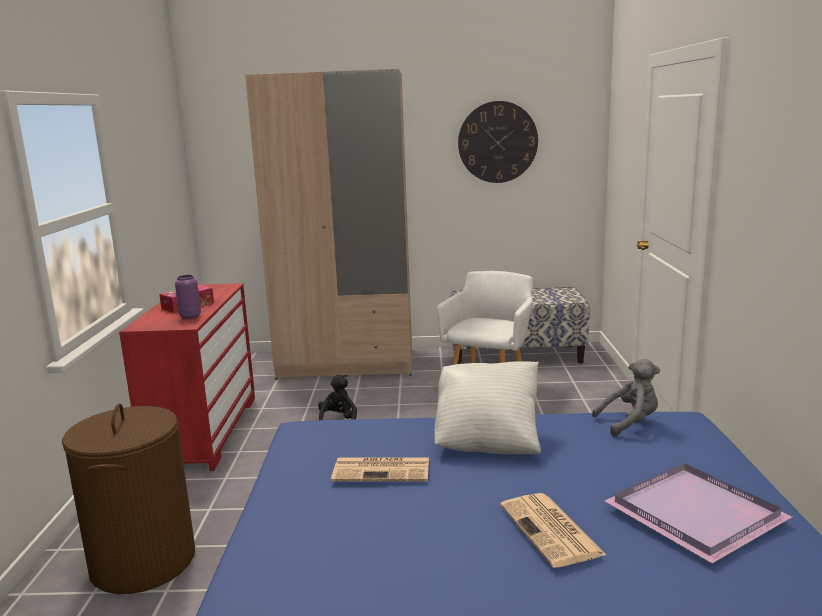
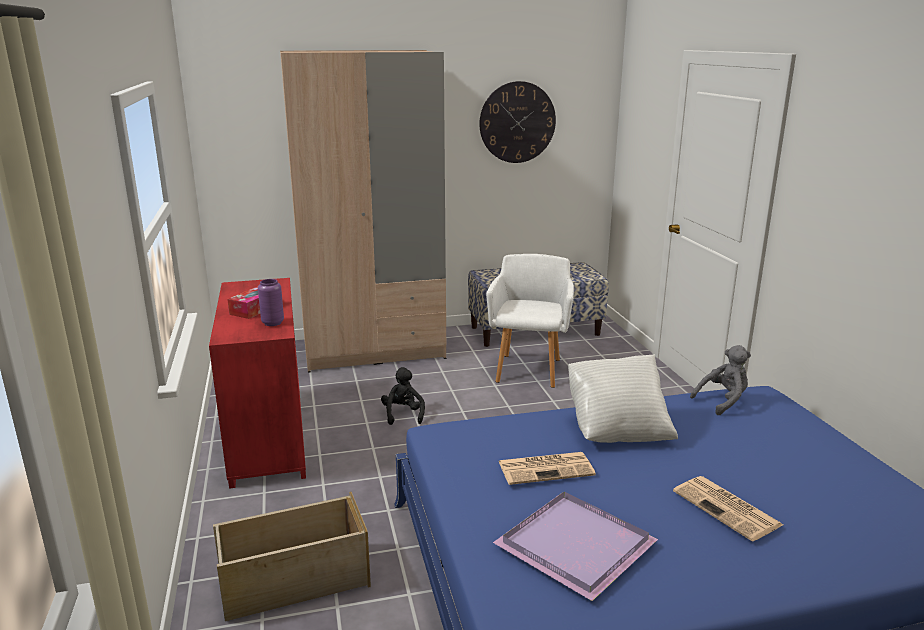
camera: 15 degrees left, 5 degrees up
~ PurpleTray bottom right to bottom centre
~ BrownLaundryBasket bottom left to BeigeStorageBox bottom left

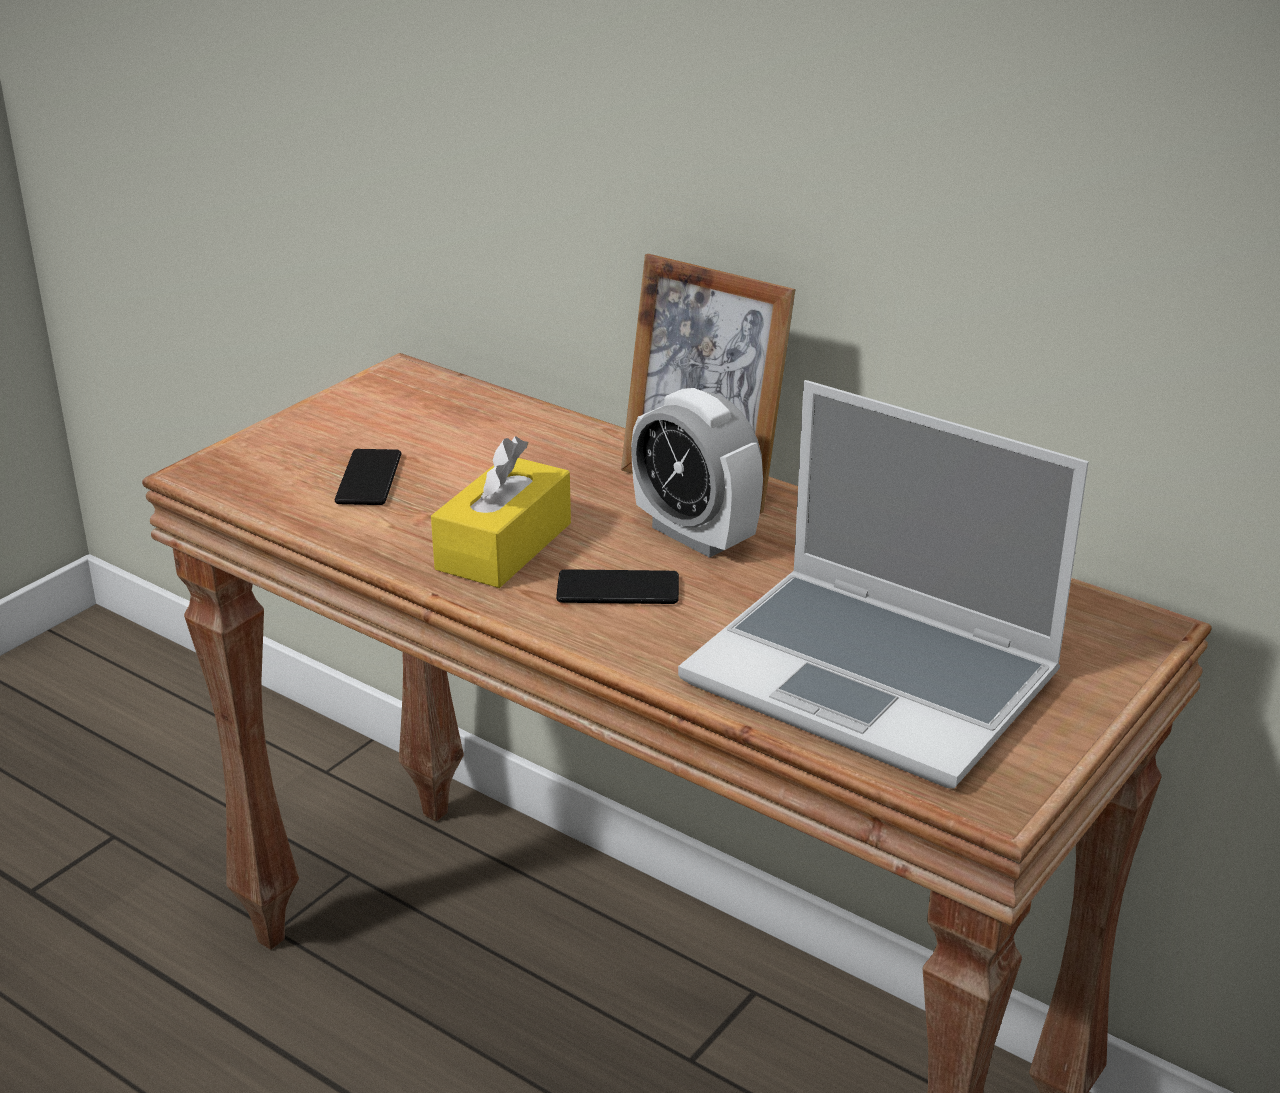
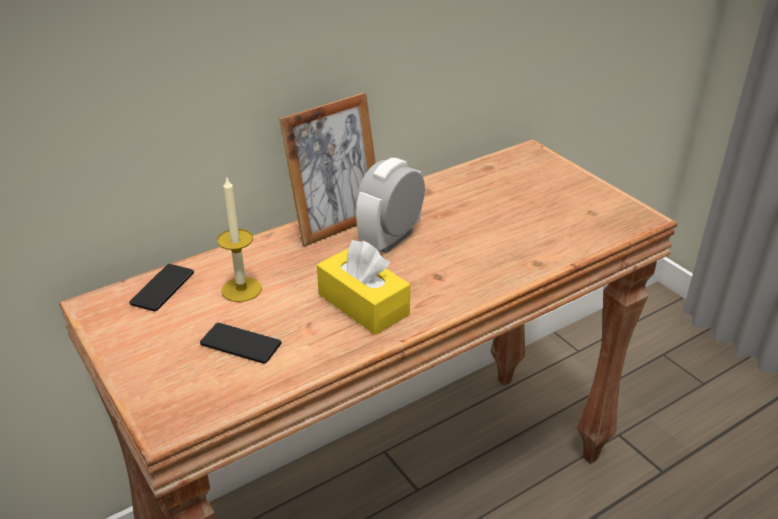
camera: 70 degrees left, 5 degrees up
- Laptop middle right
+ Candle middle left
~ Phone (no. 2 from left in the first image) centre to Phone (no. 1 from left) middle left
~ AlarmClock centre = centre 150 degrees clockwise

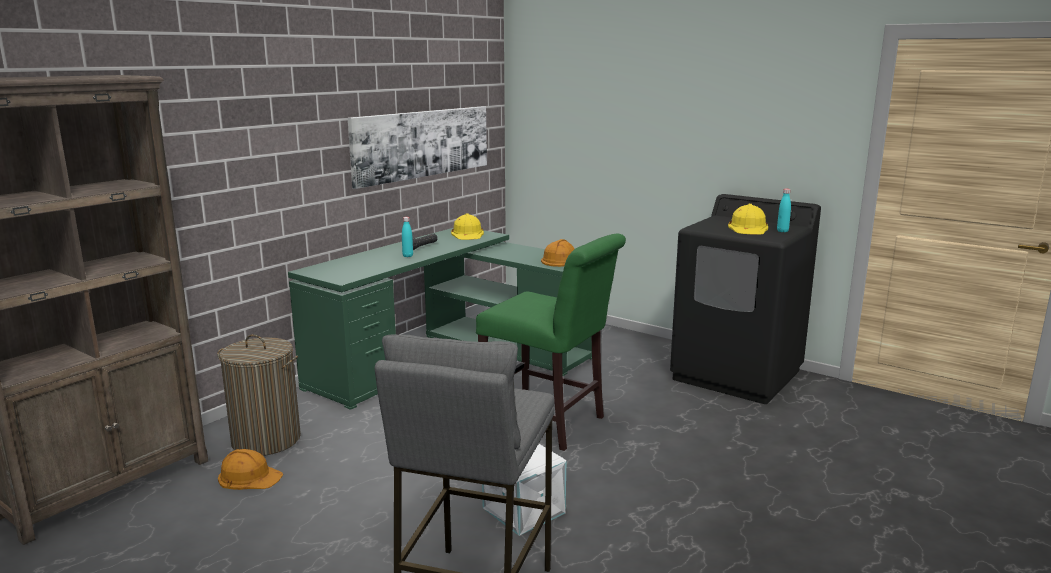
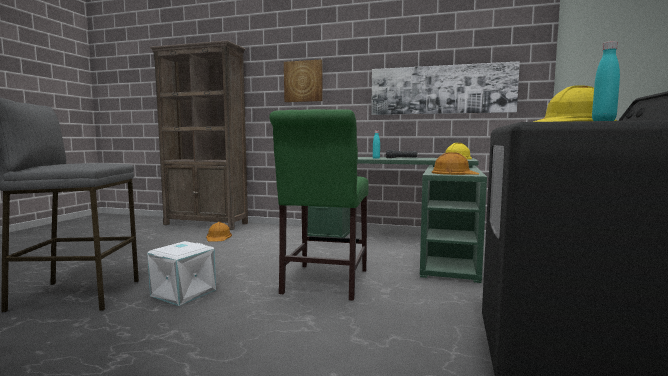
camera: 70 degrees right, 10 degrees down
- LaundryBasket bottom left
+ Picture (no. 1 from left) top centre

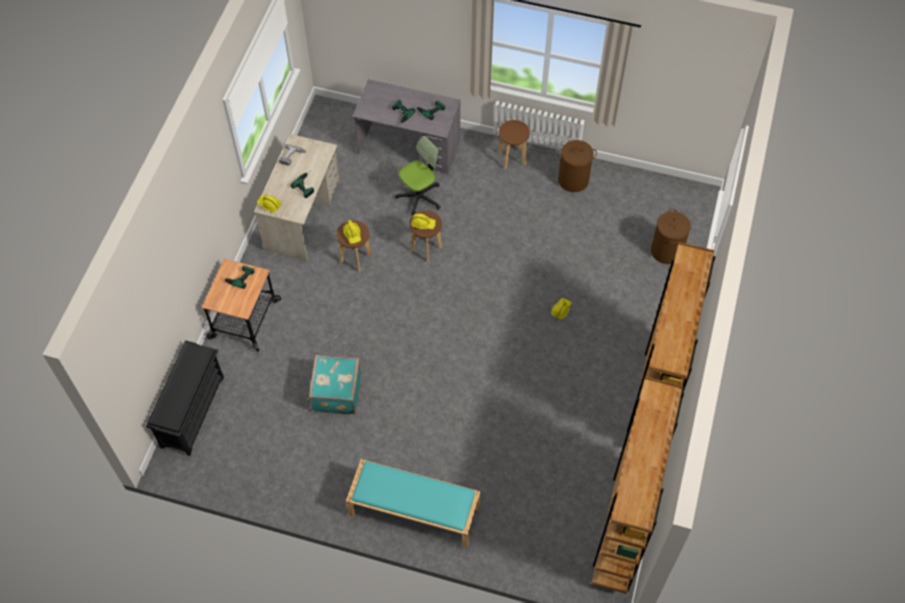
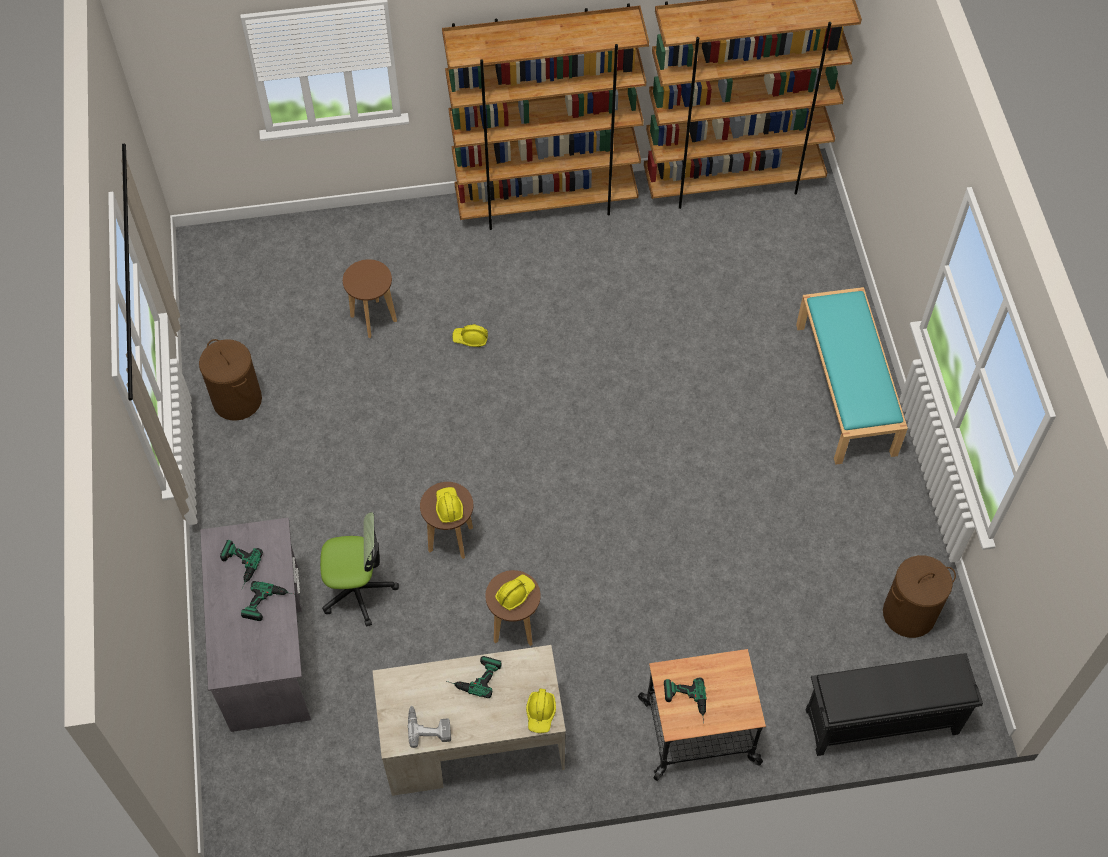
camera: 115 degrees left, 0 degrees up
- TurquoiseSuitcase centre
~ BrownStool (no. 3 from left in the first image) top centre to BrownStool (no. 1 from left) centre
~ BrownLaundryBasket (no. 2 from left) middle right to bottom right
~ OfficeChair top centre = middle left 150 degrees clockwise

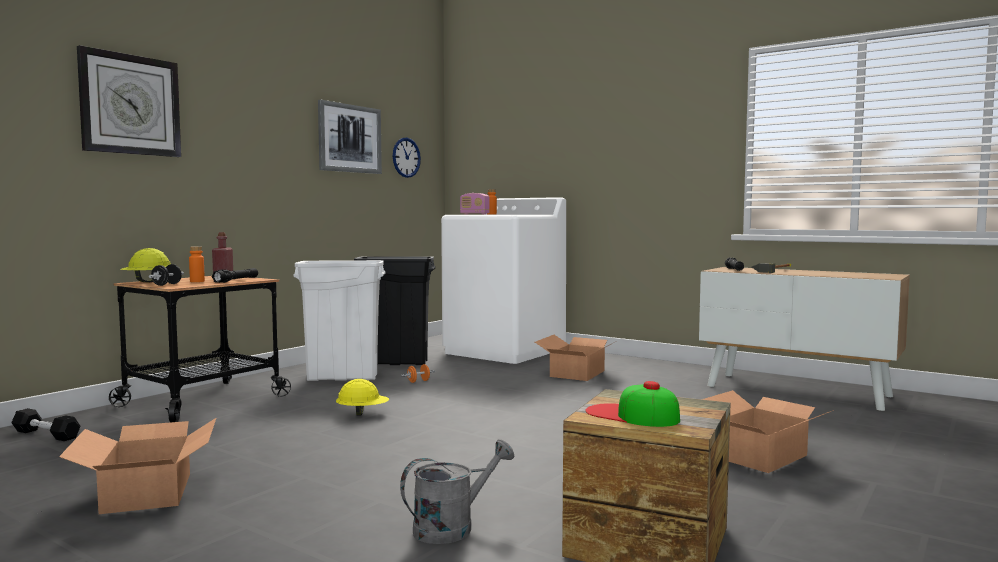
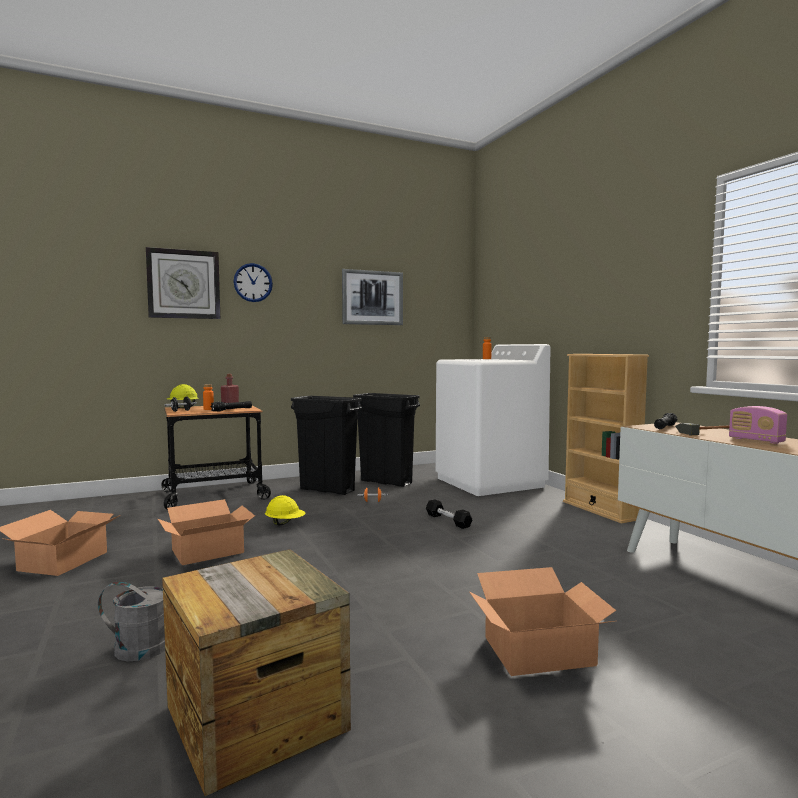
camera: 30 degrees right, 0 degrees up
- Cap bottom centre
+ BeigeBookcase middle right
~ BlackDumbbell (no. 1 from left in the first image) bottom left to BlackDumbbell (no. 2 from left) centre
~ WallClock (no. 2 from left) top centre to middle left
~ Radio centre to middle right
~ CardboardBox (no. 2 from left) centre to bottom left
~ WhiteTrashCan centre to BlackTrashCan (no. 1 from left) centre

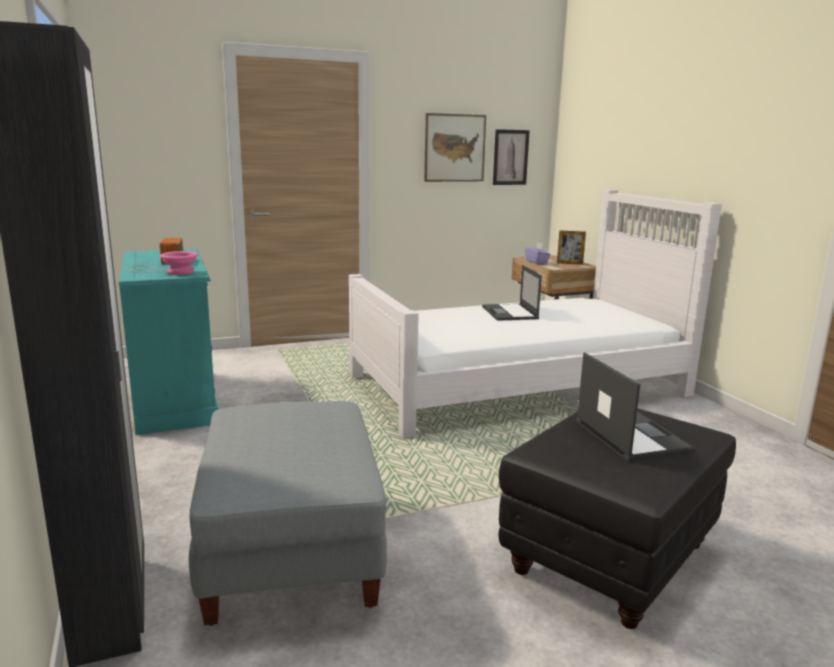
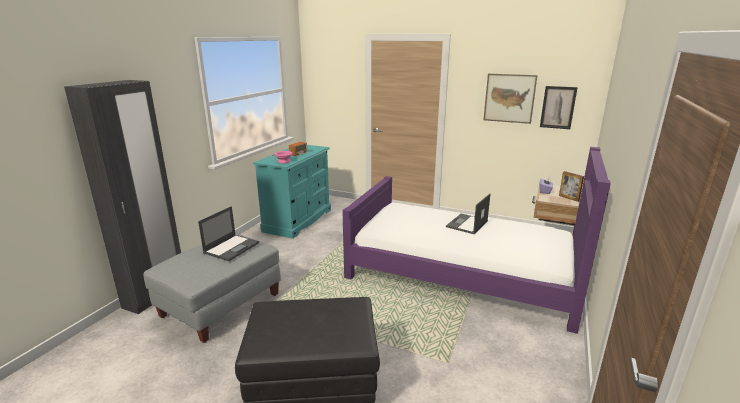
camera: 45 degrees right, 5 degrees up
~ Laptop (no. 2 from left in the first image) middle right to Laptop (no. 1 from left) middle left
~ WhiteBed centre to PurpleBed centre

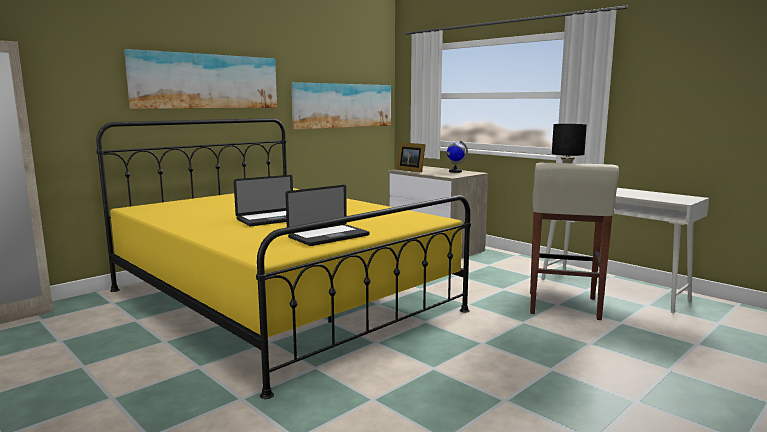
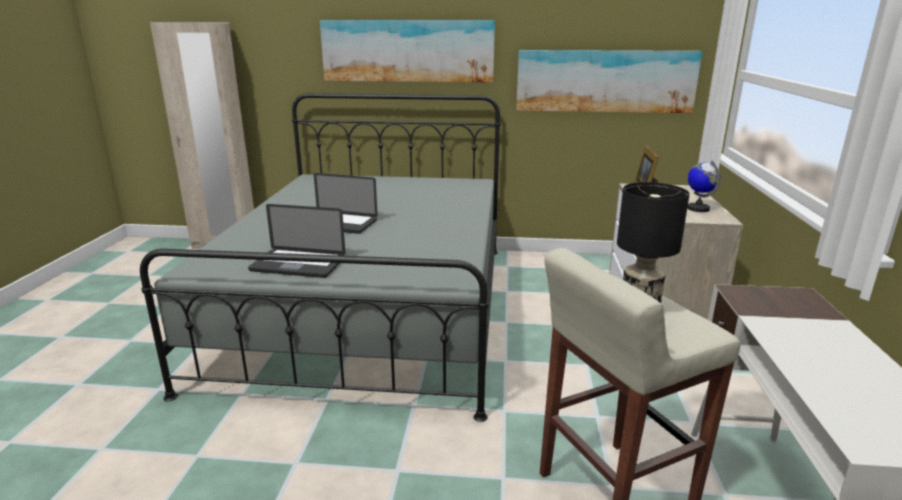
camera: 50 degrees right, 10 degrees up
~ YellowBed centre to GreyBed centre

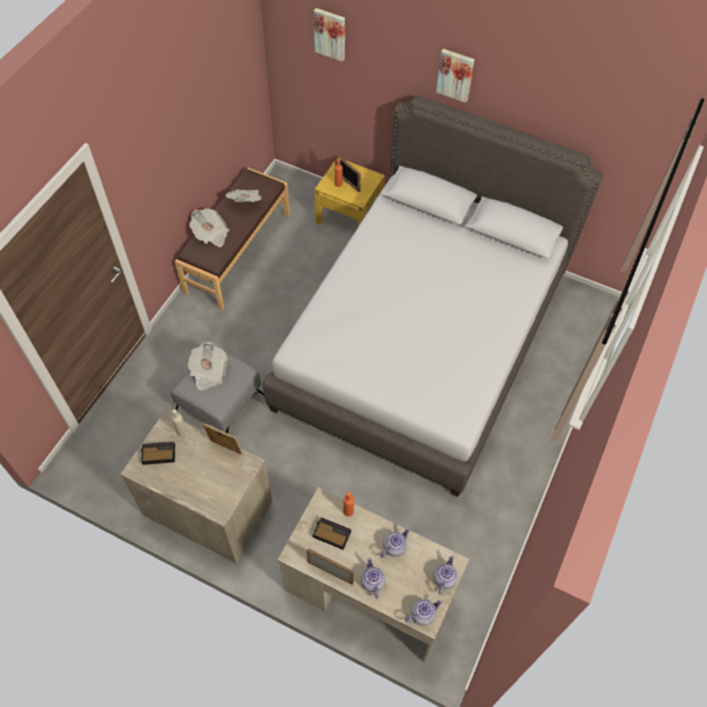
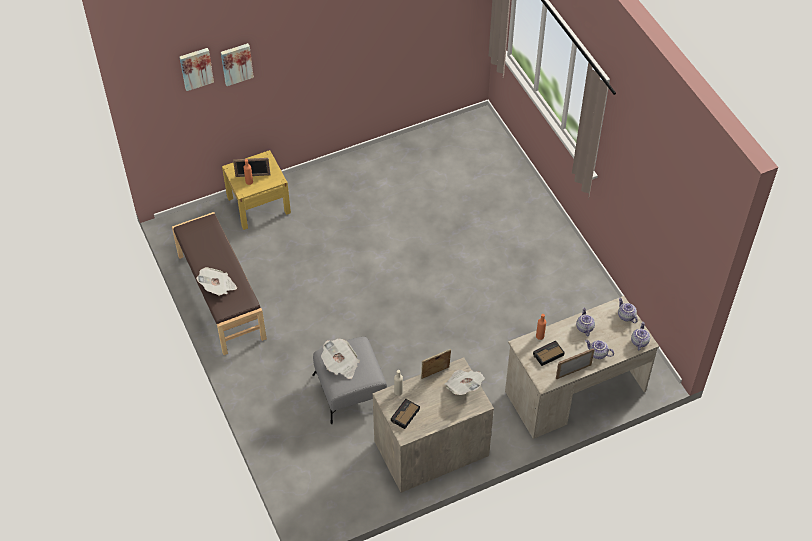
camera: 50 degrees left, 5 degrees down
- GreyBed centre
~ Newspaper (no. 3 from left) top centre to bottom centre
~ Picture (no. 2 from left) top centre to top left

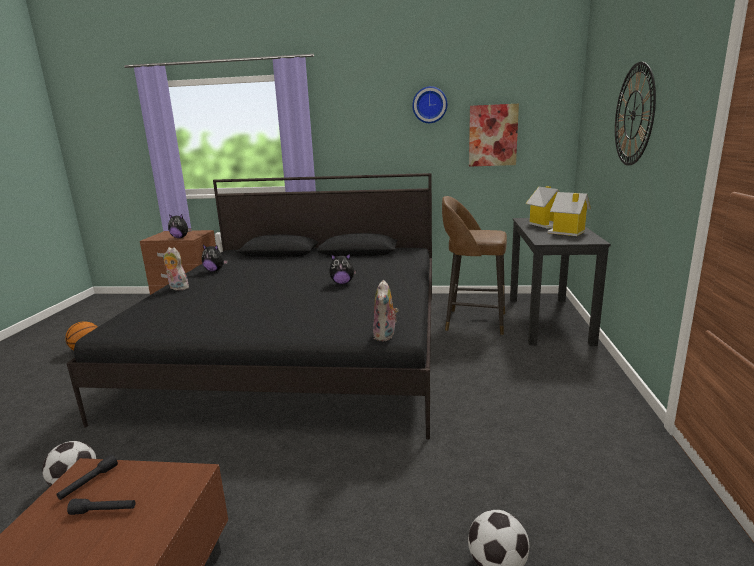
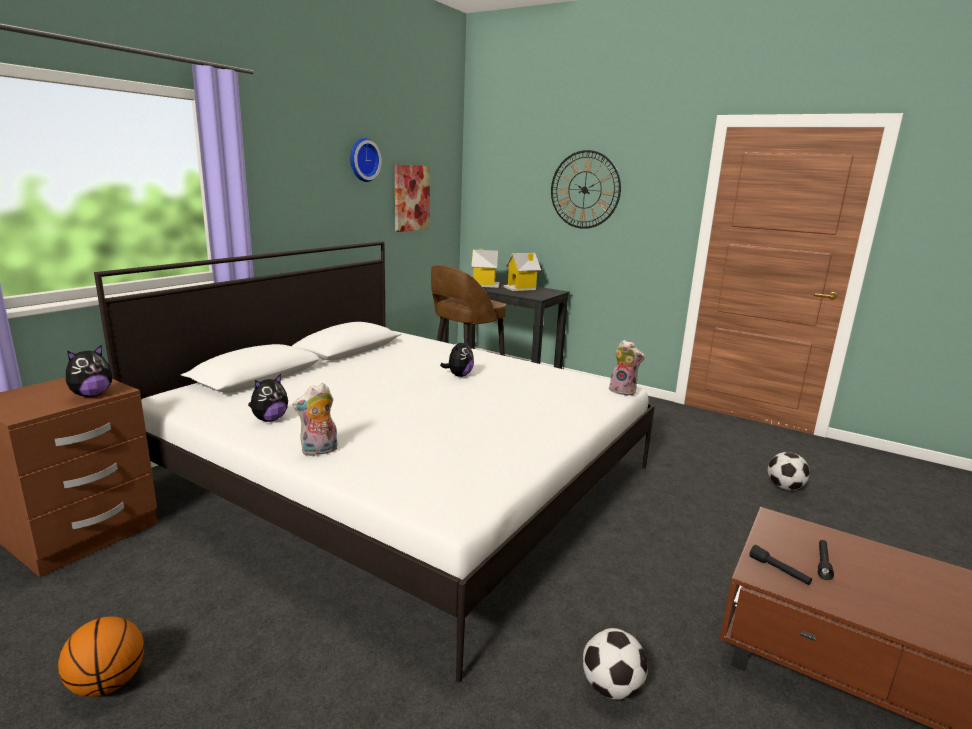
camera: 65 degrees left, 0 degrees up
~ BlackBed middle left to WhiteBed centre

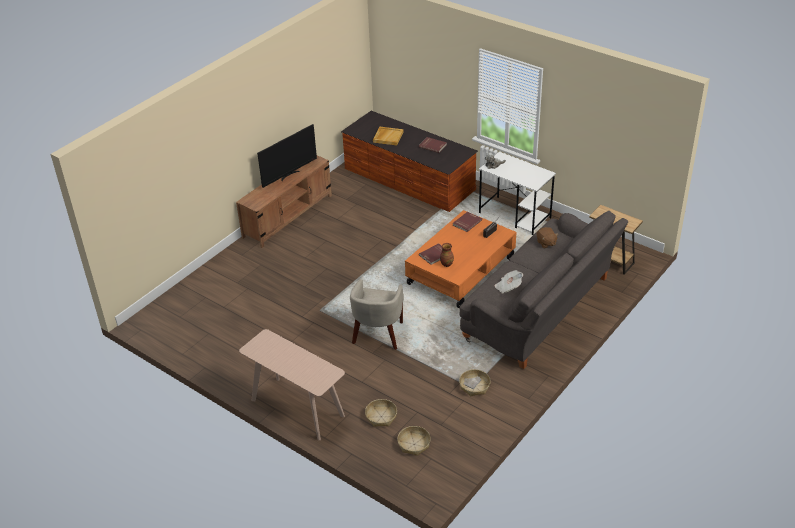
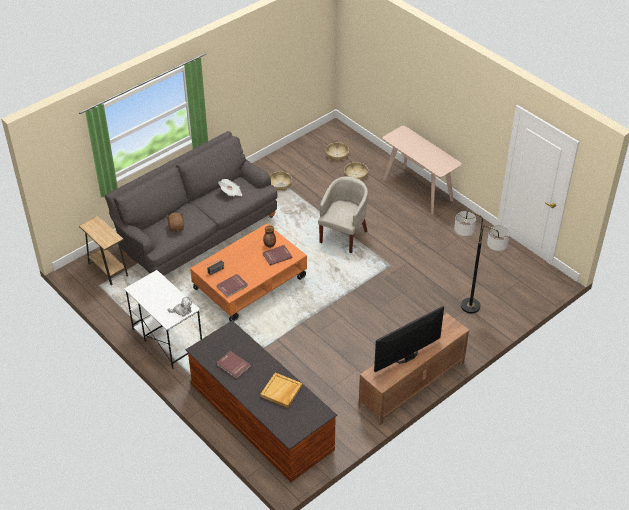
camera: 170 degrees left, 5 degrees up
+ FloorLamp middle right

